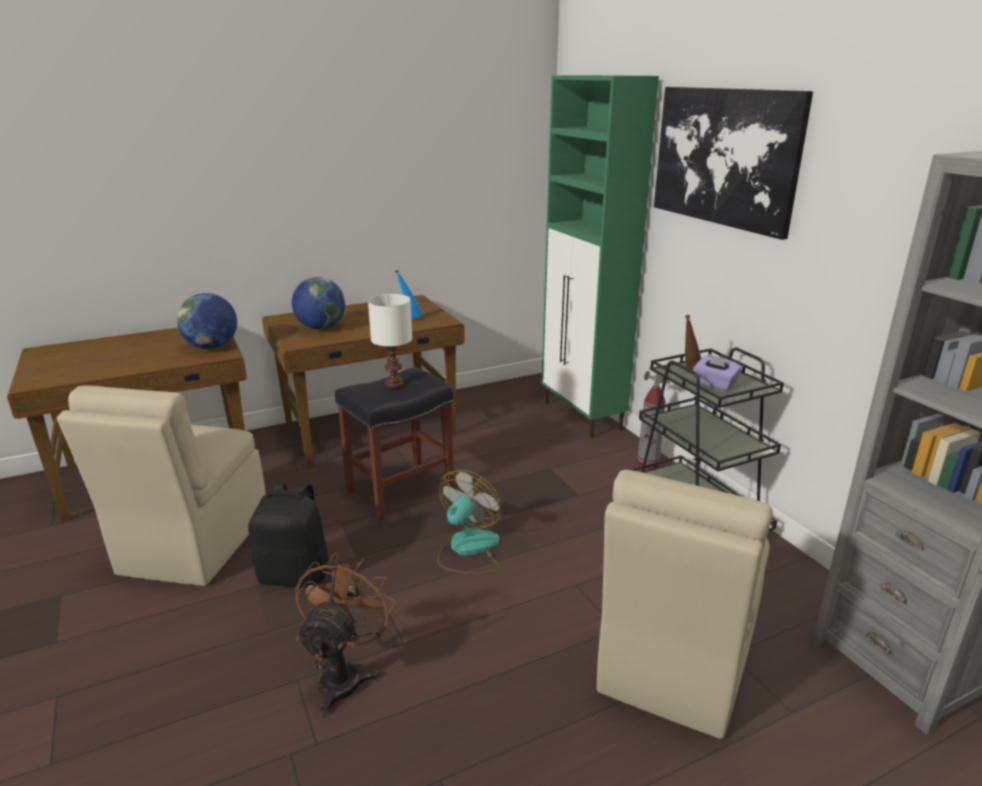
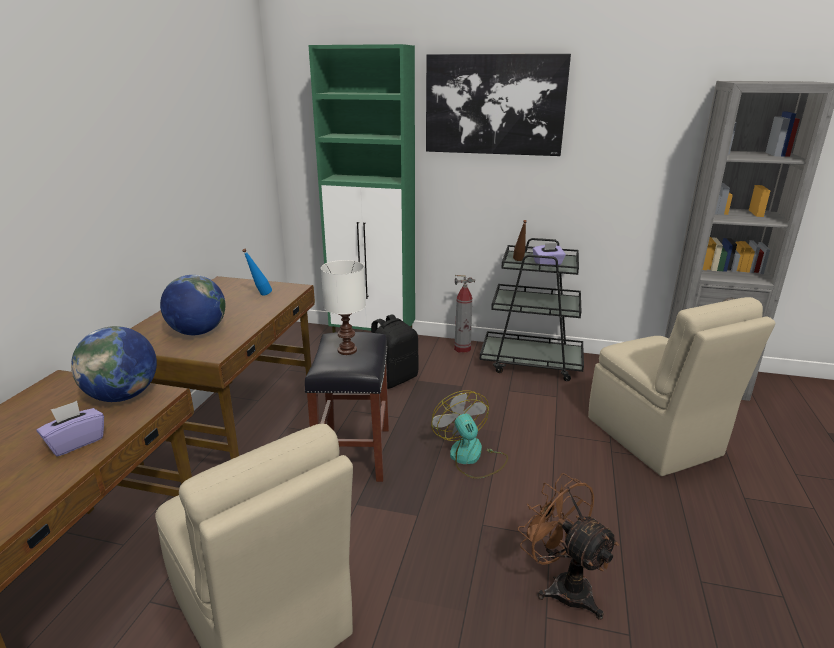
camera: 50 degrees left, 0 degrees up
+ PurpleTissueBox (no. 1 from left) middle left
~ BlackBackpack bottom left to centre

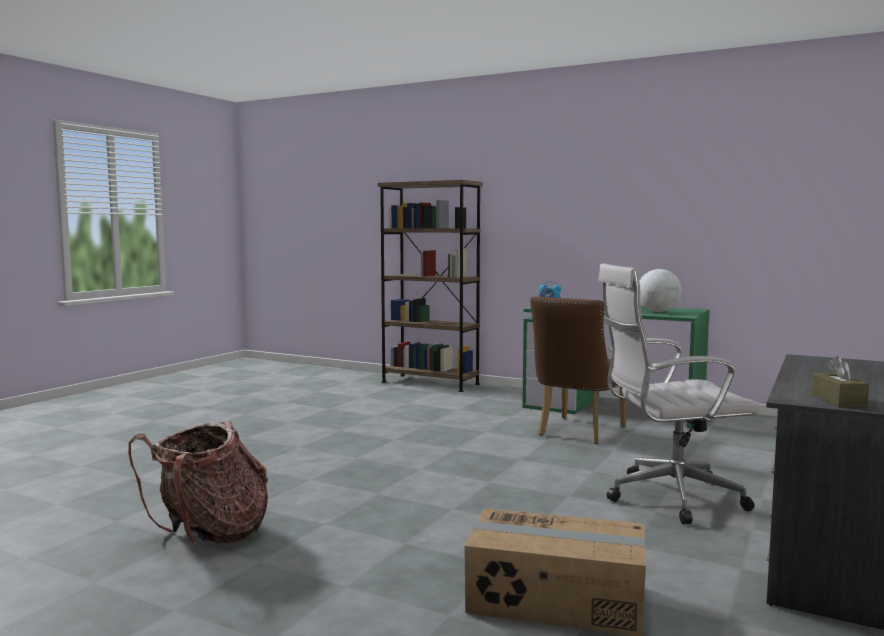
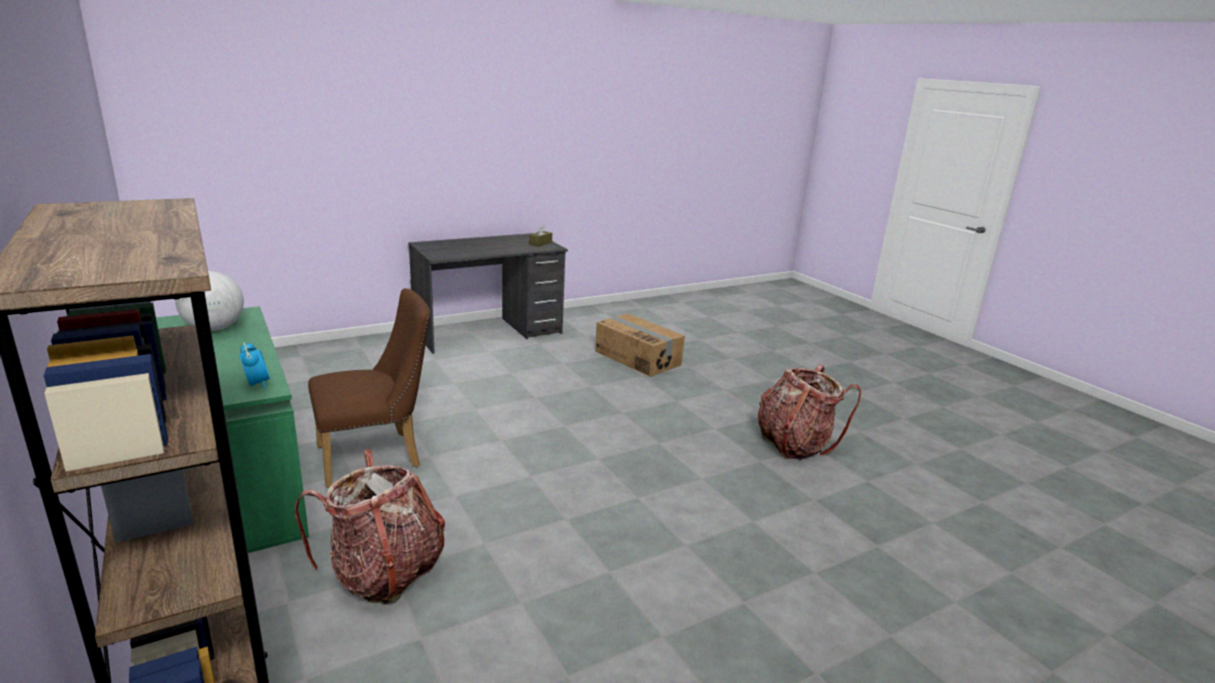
camera: 150 degrees left, 15 degrees up
- WhiteOfficeChair middle right
+ Backpack (no. 1 from left) bottom left

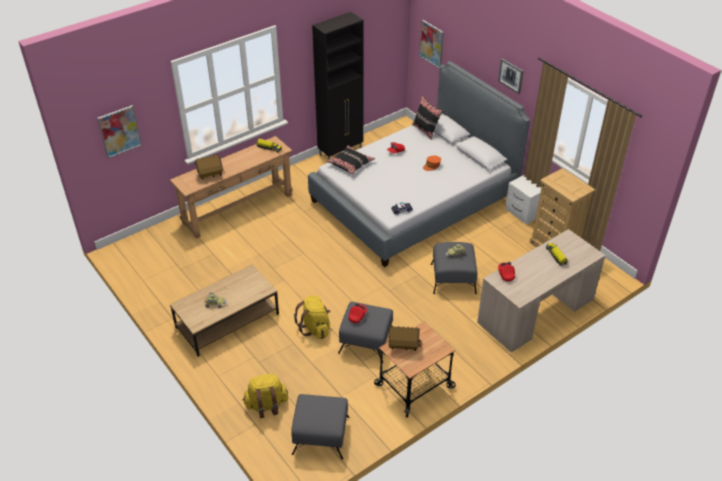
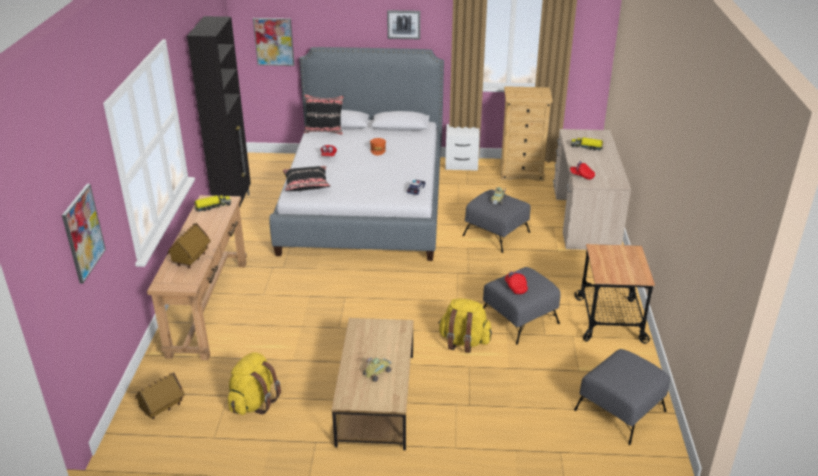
camera: 50 degrees left, 10 degrees down
~ YellowBackpack (no. 1 from left) bottom centre to bottom left
~ ToyHouse (no. 2 from left in the first image) bottom centre to ToyHouse (no. 1 from left) bottom left

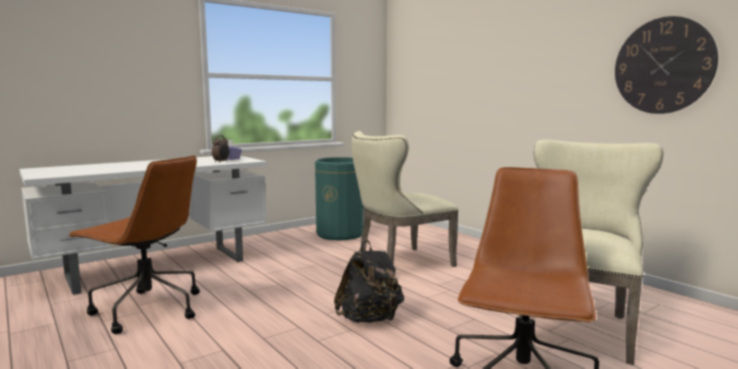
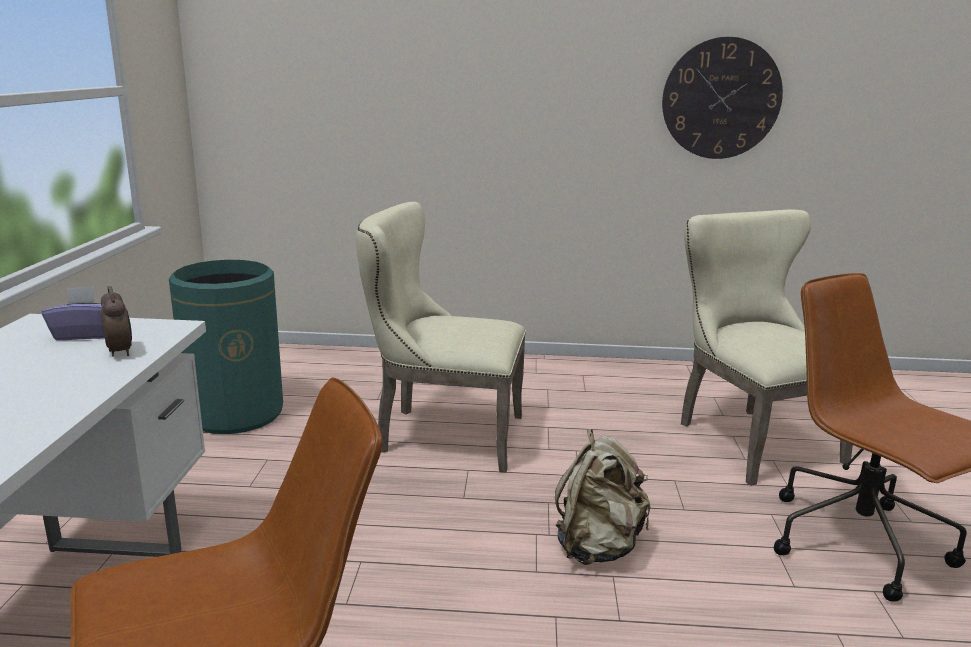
camera: 50 degrees left, 10 degrees up
~ BlackBackpack bottom centre to BeigeBackpack bottom centre
~ BeigeChair (no. 1 from left) centre = centre 90 degrees clockwise

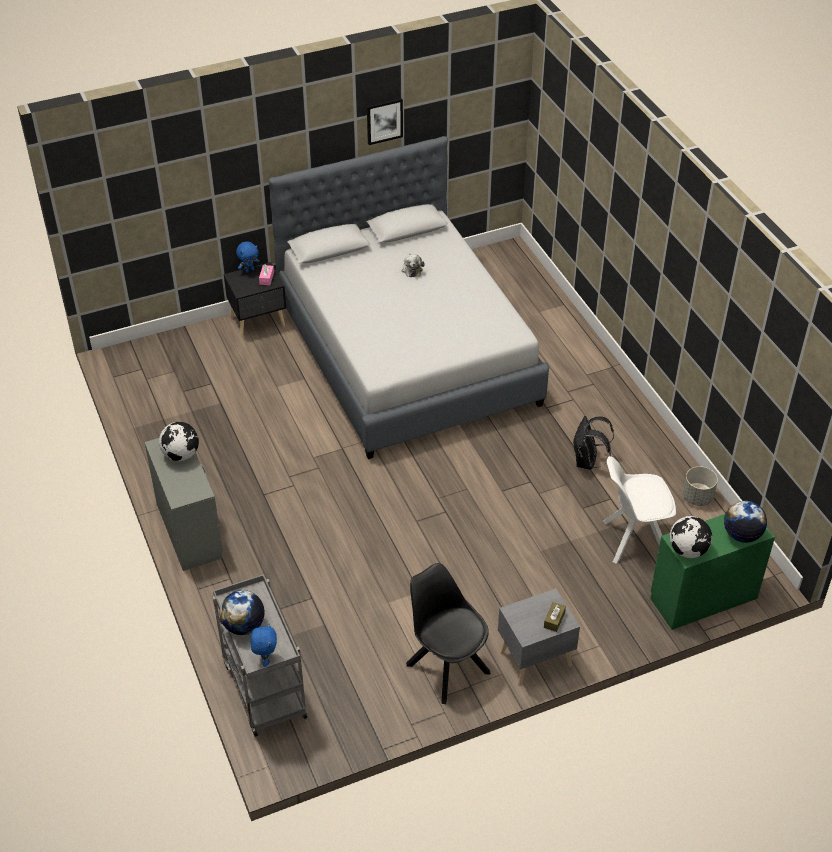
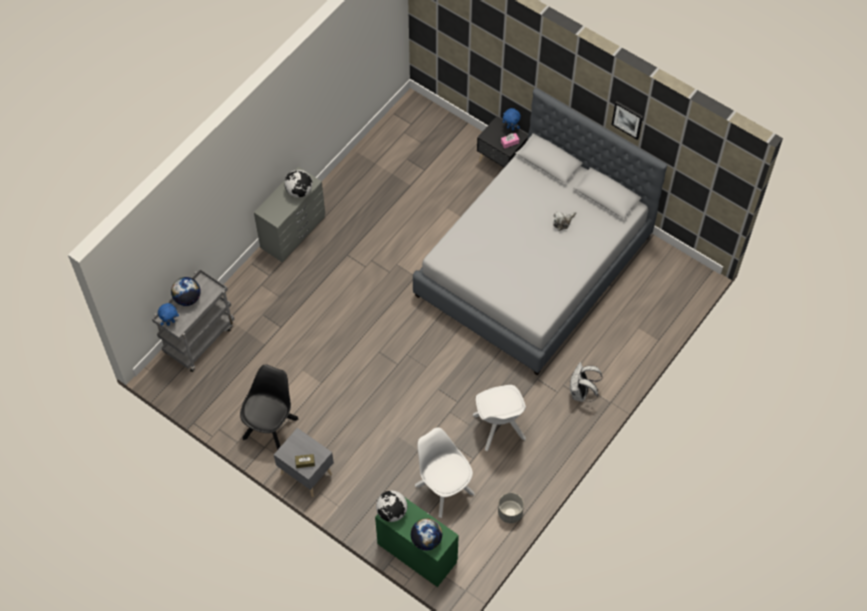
camera: 60 degrees right, 15 degrees up
+ WhiteBackpack middle right
~ BlackBackpack middle right to WhiteChair (no. 2 from left) bottom centre

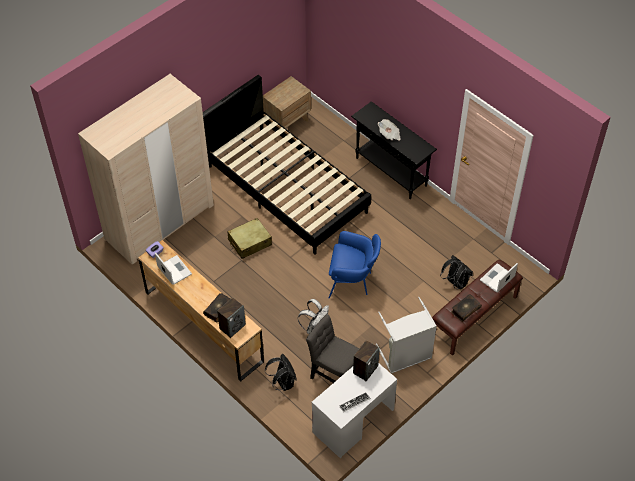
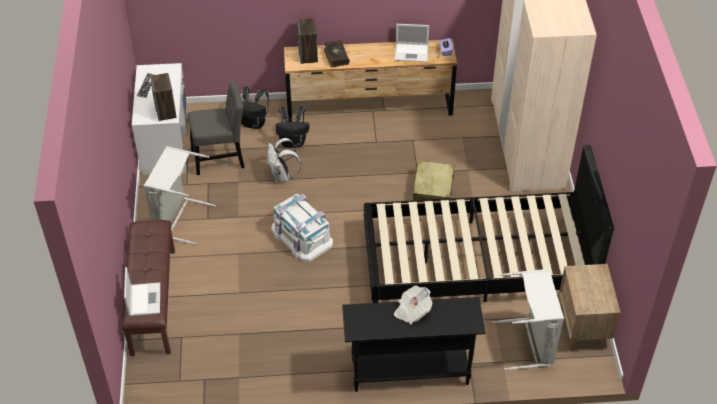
camera: 130 degrees right, 5 degrees down
- Book (no. 2 from left) middle right
+ GreyLaundryBasket (no. 2 from left) bottom right
~ BlackBackpack (no. 2 from left) middle right to top centre
~ BlueArmchair centre to WhiteStorageBox centre

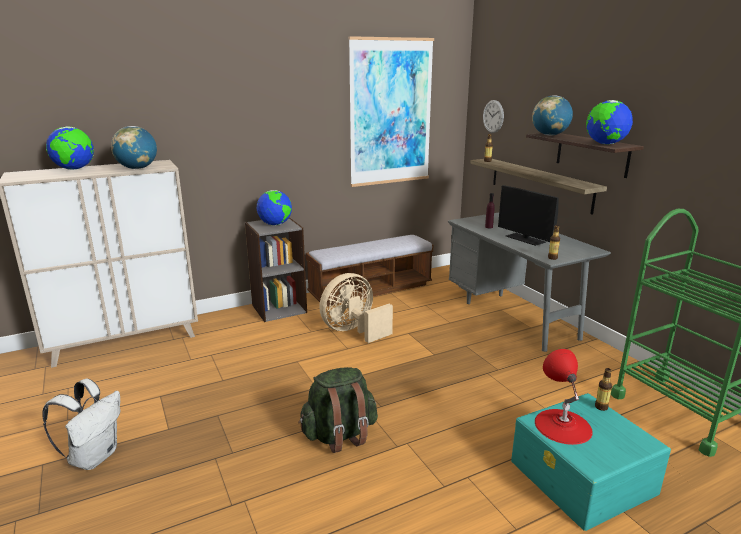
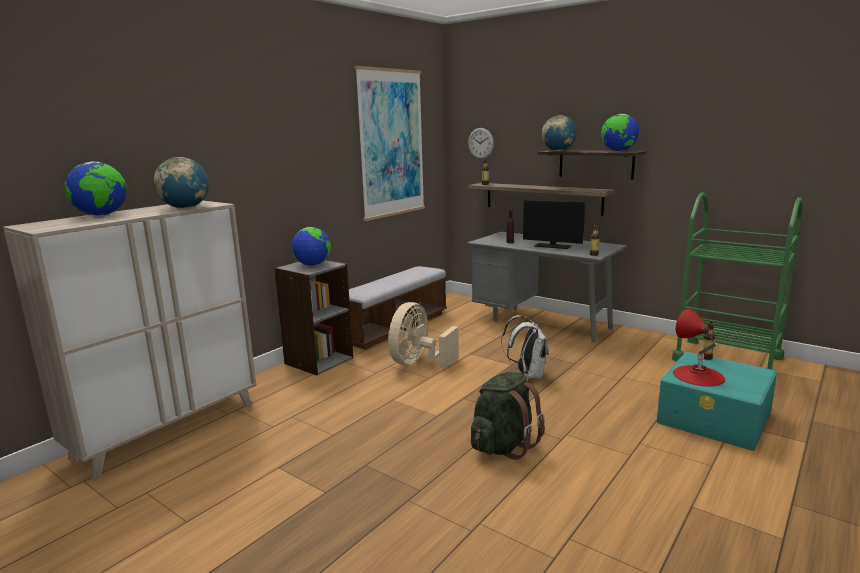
camera: 25 degrees left, 5 degrees down
~ WhiteBackpack bottom left to centre

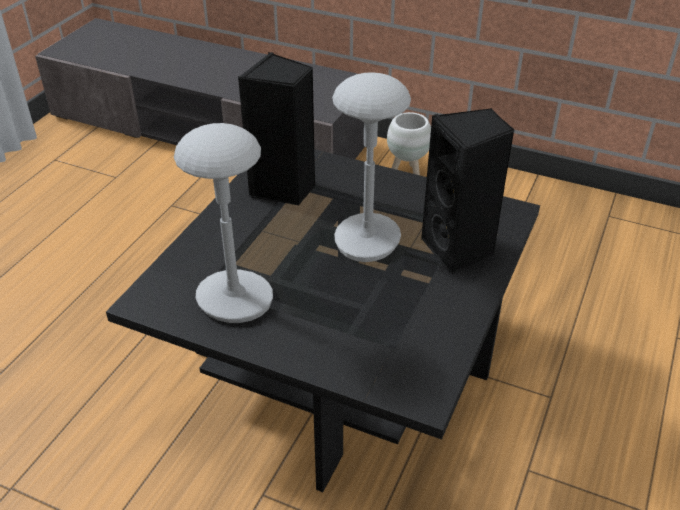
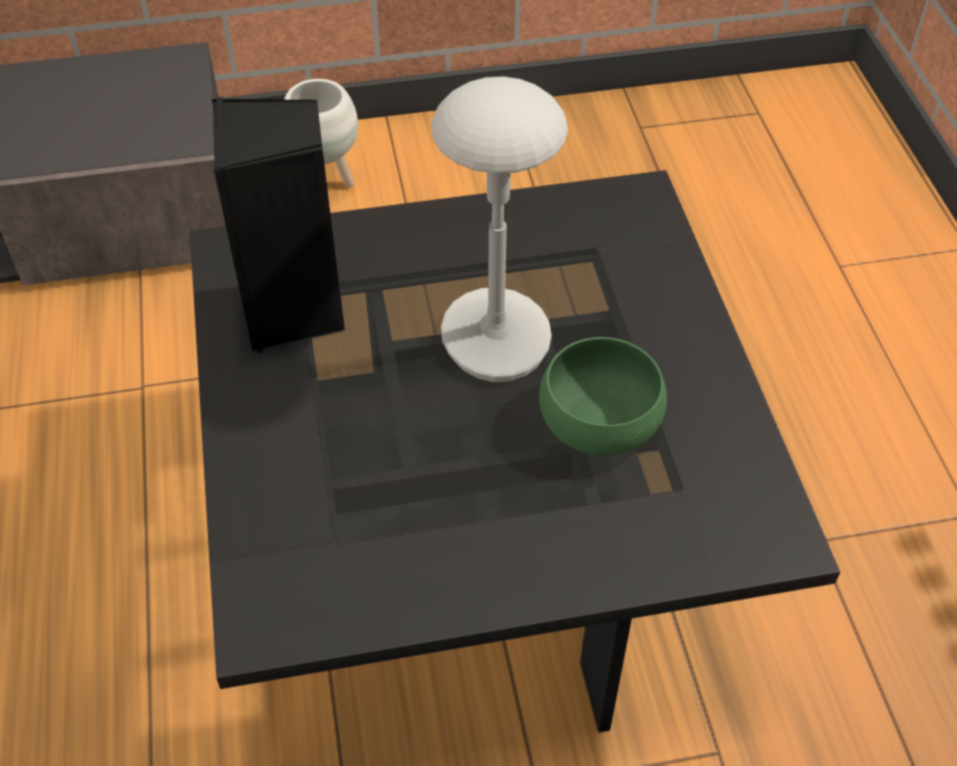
camera: 35 degrees left, 10 degrees up
- GreyTableLamp (no. 1 from left) middle left
- BlackSpeaker (no. 2 from left) middle right
+ GreenBowl centre

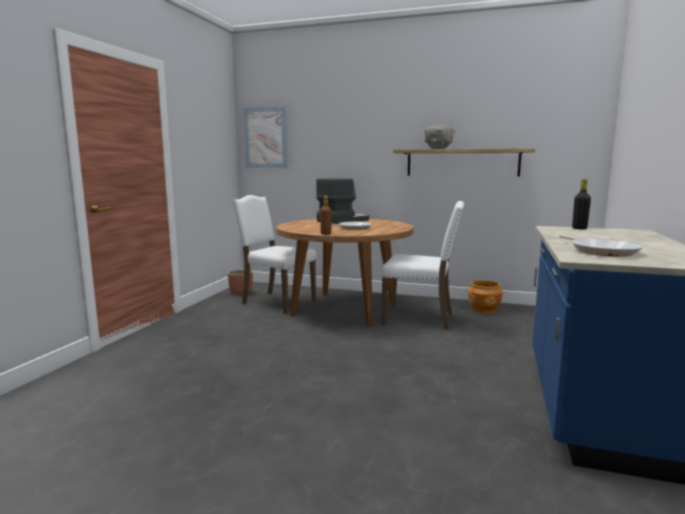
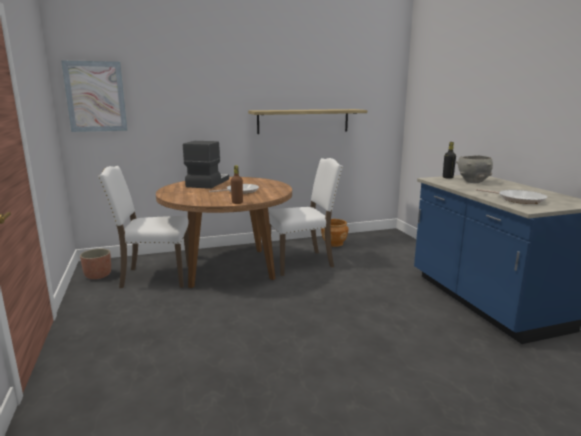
camera: 35 degrees left, 5 degrees up
~ GreyBowl top centre to middle right

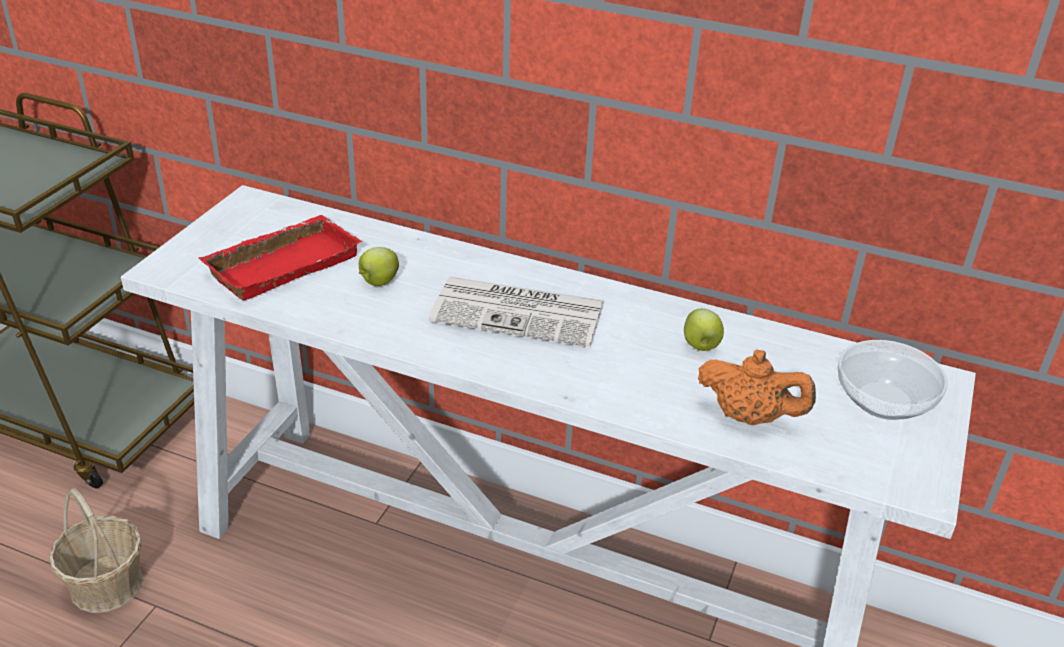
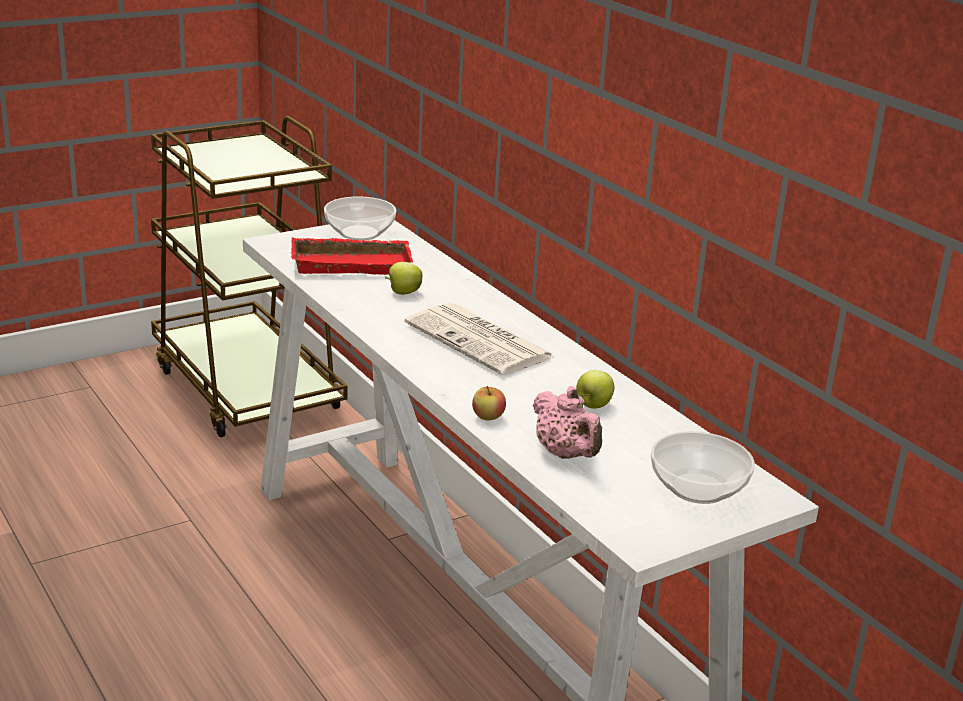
camera: 35 degrees right, 10 degrees down
- Basket bottom left
+ Bowl (no. 1 from left) top centre
+ Apple (no. 2 from left) centre
~ OrangeTeapot middle right to PinkTeapot centre

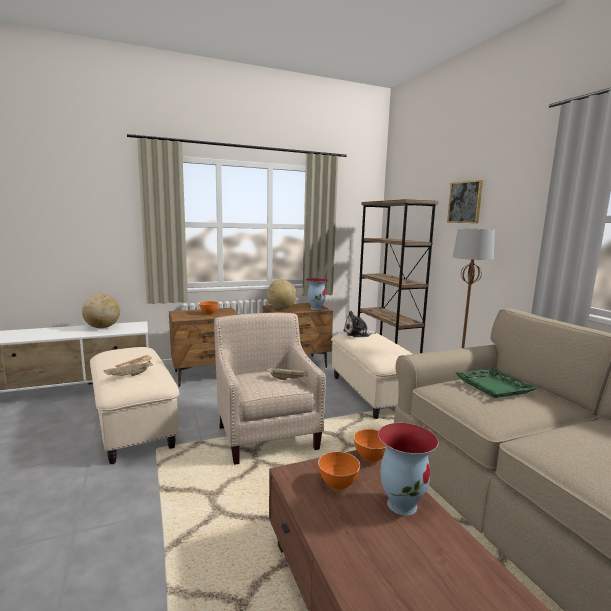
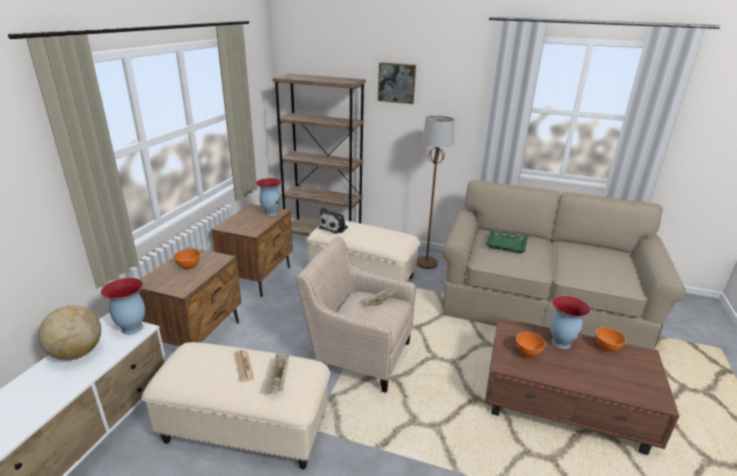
camera: 50 degrees left, 15 degrees up
- Globe (no. 2 from left) centre
+ Vase (no. 1 from left) middle left
~ OrangeBowl (no. 3 from left) bottom centre to bottom right

